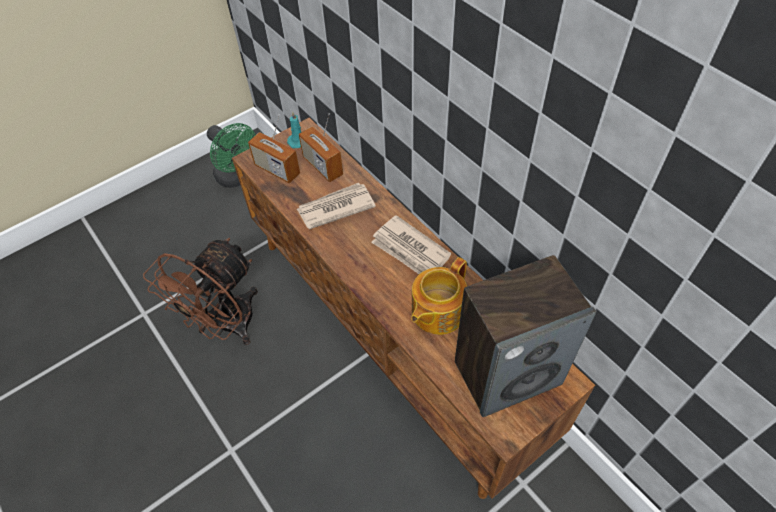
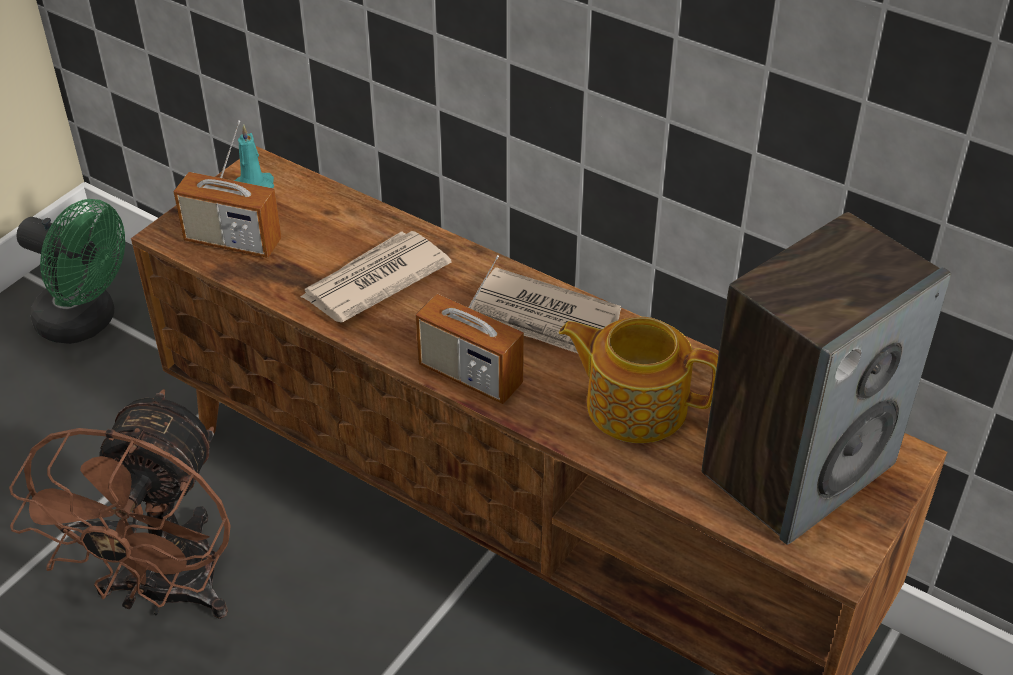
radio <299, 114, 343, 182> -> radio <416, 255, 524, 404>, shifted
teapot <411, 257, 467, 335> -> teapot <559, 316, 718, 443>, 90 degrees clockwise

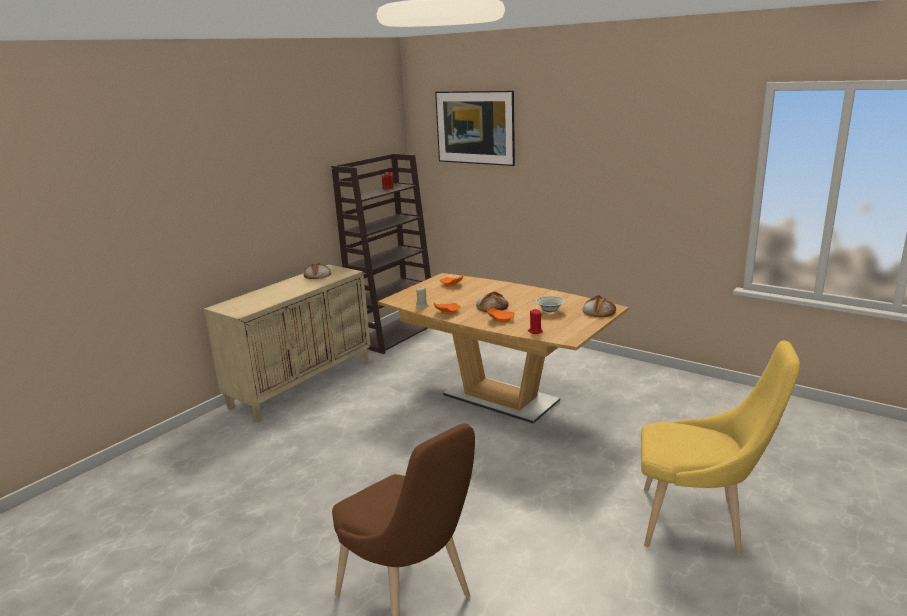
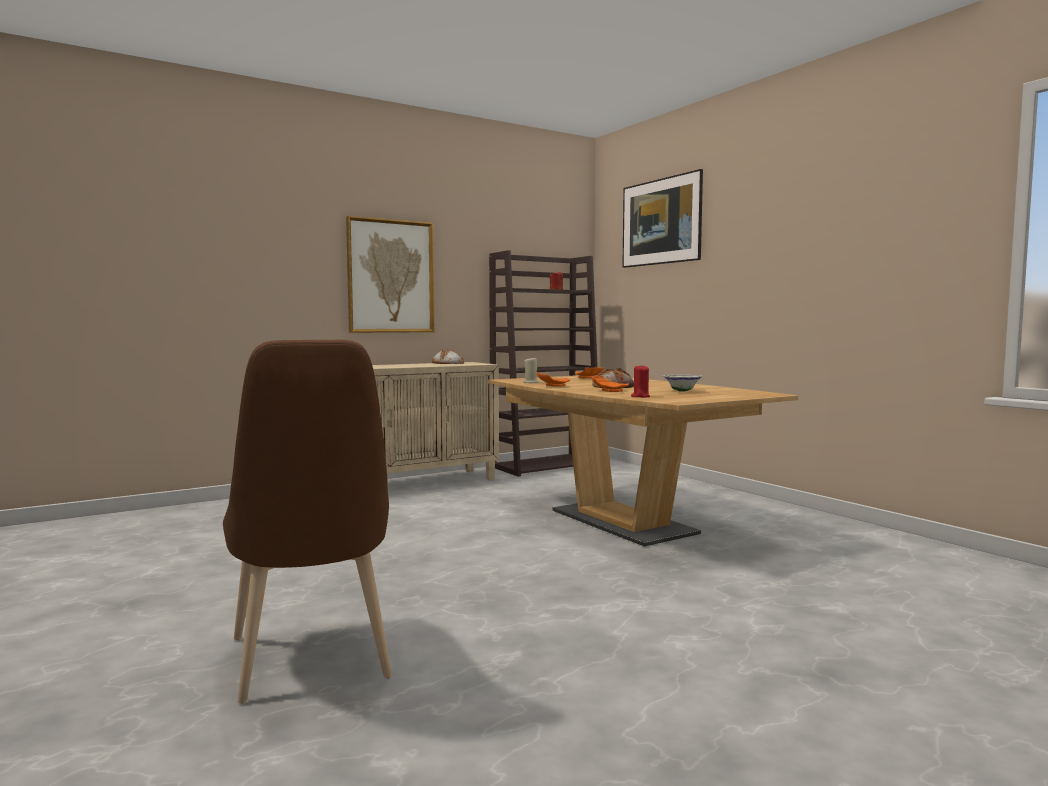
bread <582, 295, 616, 317> -> none
chair in yellow <641, 341, 800, 556> -> none
none -> picture <346, 216, 434, 333>

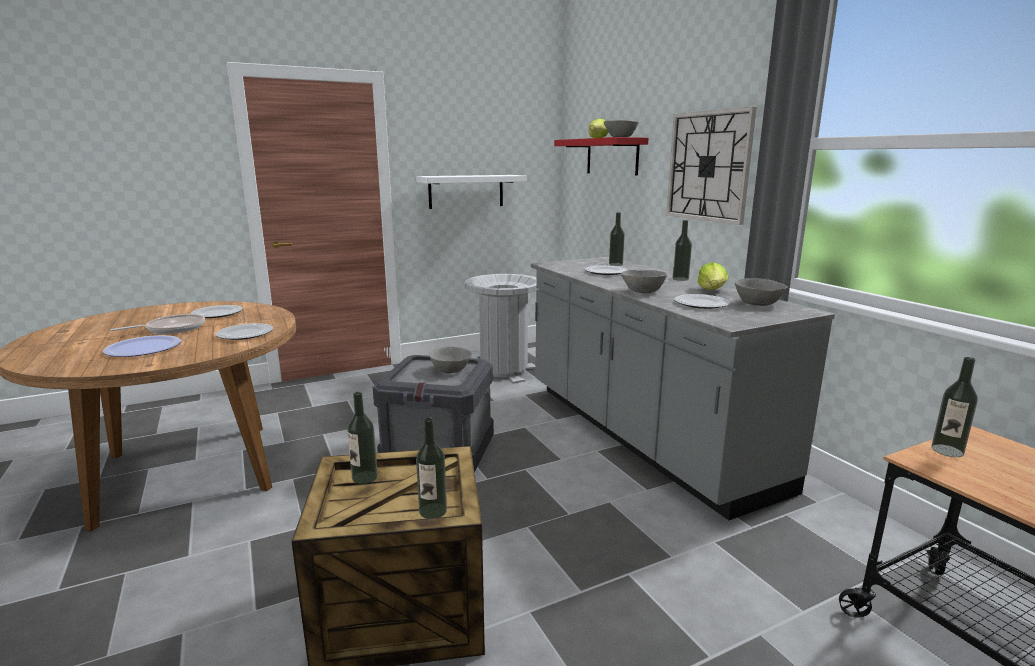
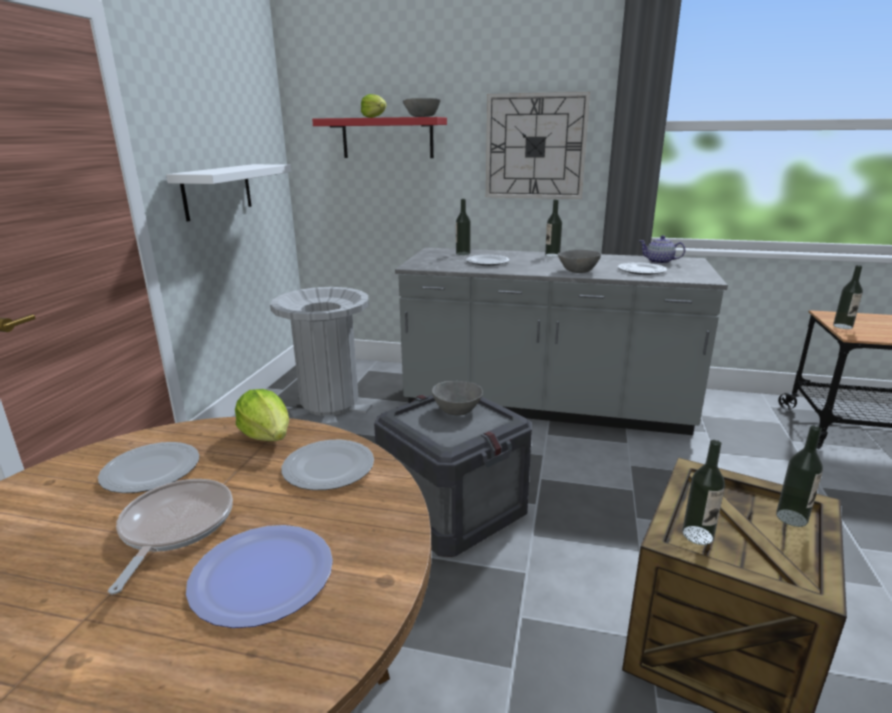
lettuce <698, 262, 728, 290> -> lettuce <235, 389, 289, 441>, shifted
bowl in grey <735, 278, 788, 306> -> teapot <639, 235, 685, 264>

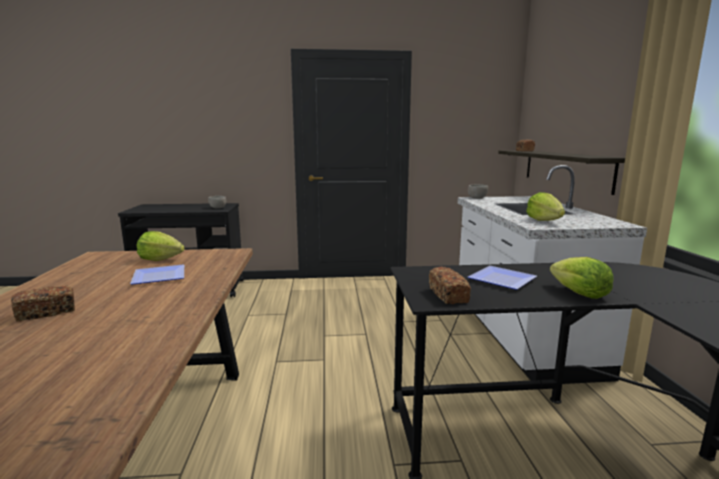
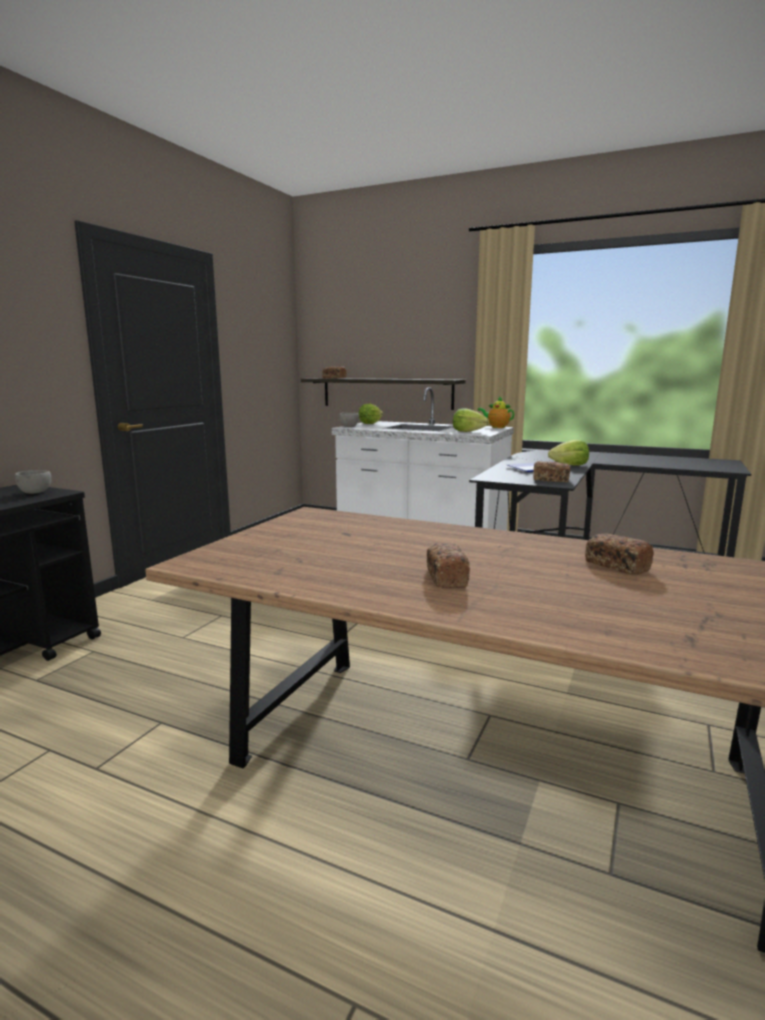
plate <130, 265, 184, 284> -> none
lettuce <137, 231, 185, 261> -> lettuce <359, 404, 383, 424>, shifted
none -> teapot <477, 396, 514, 428>
none -> bread <585, 534, 654, 575>

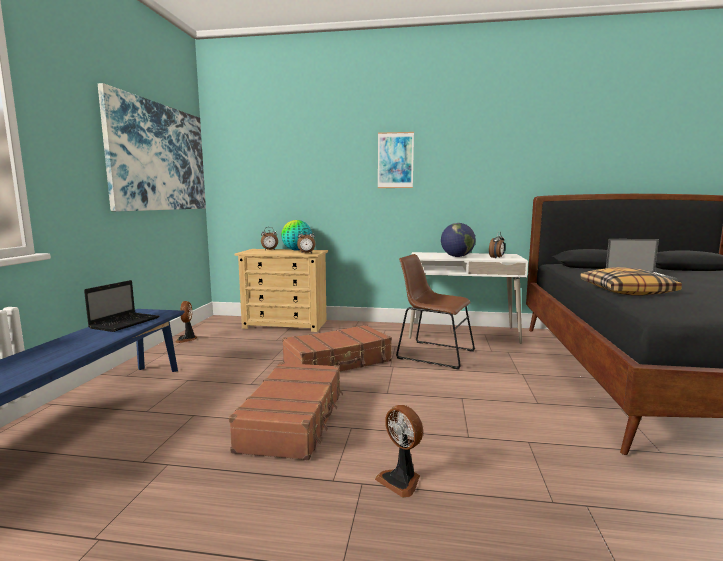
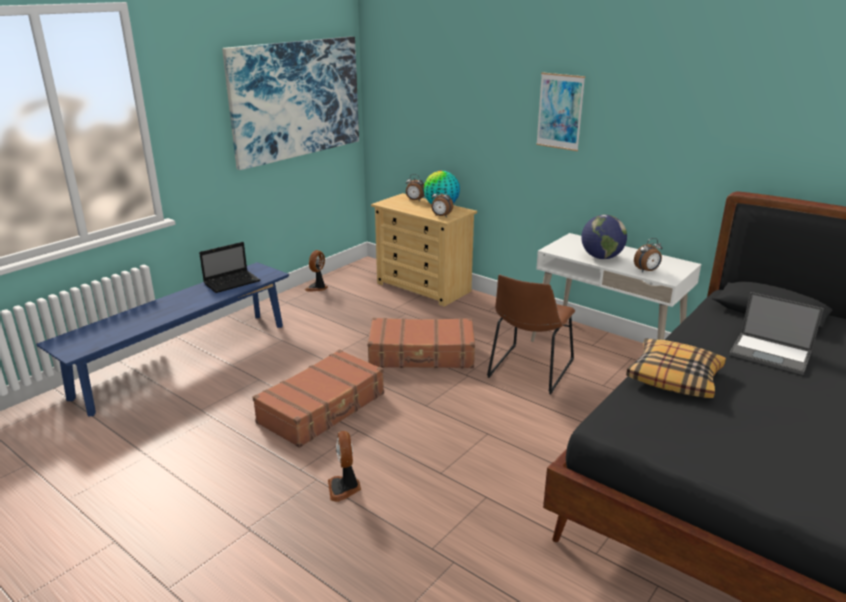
chair in brown <396, 254, 475, 370> -> chair in brown <487, 274, 575, 394>, 120 degrees counterclockwise

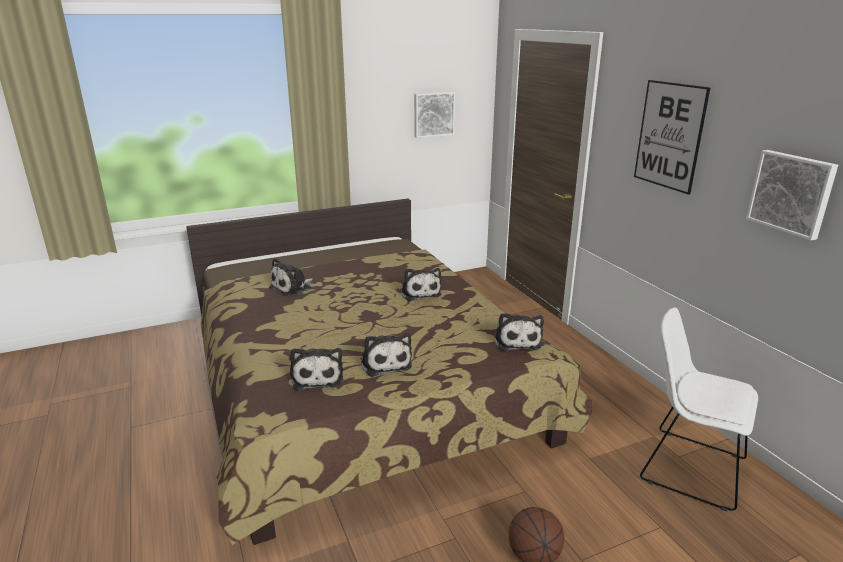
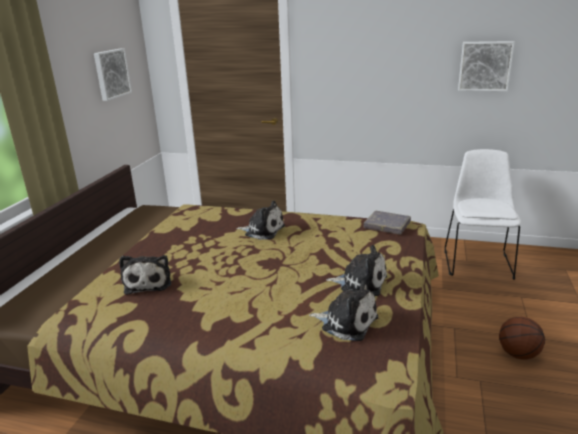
plush toy <494, 313, 544, 351> -> book in grey <363, 211, 411, 235>
picture <634, 80, 711, 195> -> none
chair in white <640, 308, 758, 511> -> chair in white <444, 149, 521, 280>, 120 degrees clockwise

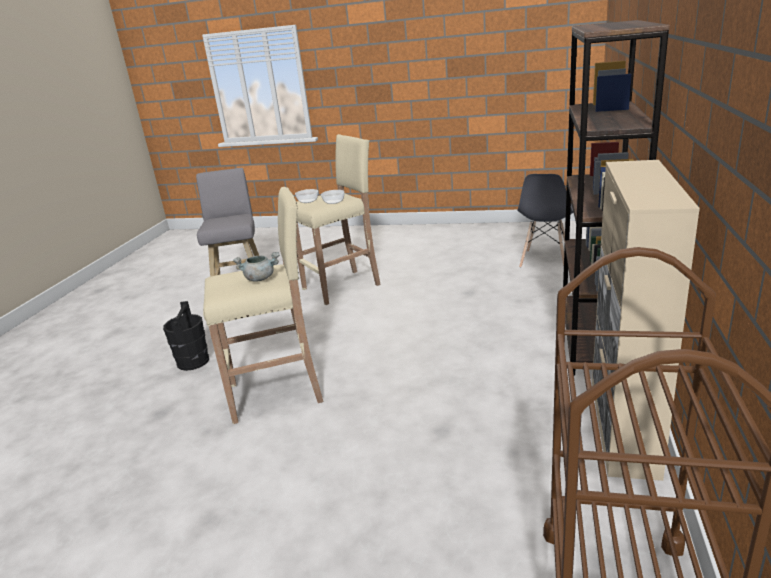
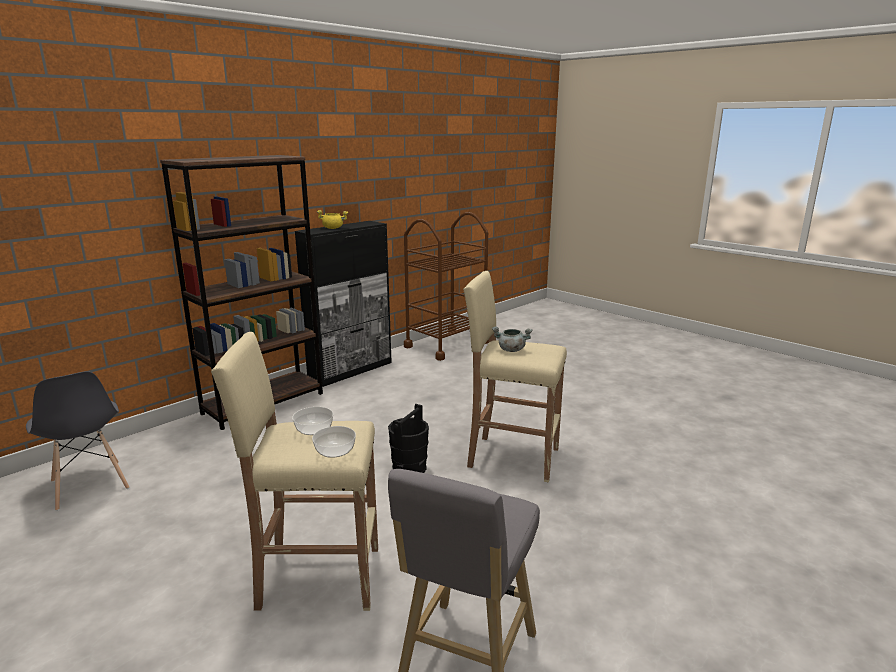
bucket in black <163, 301, 209, 371> -> bucket in black <388, 404, 429, 473>, shifted
chair in grey <517, 174, 574, 268> -> chair in grey <26, 371, 129, 511>, 90 degrees clockwise
cabinet in beige <592, 160, 700, 481> -> cabinet in black <295, 221, 392, 387>
none -> cooking pot in yellow <317, 210, 348, 229>

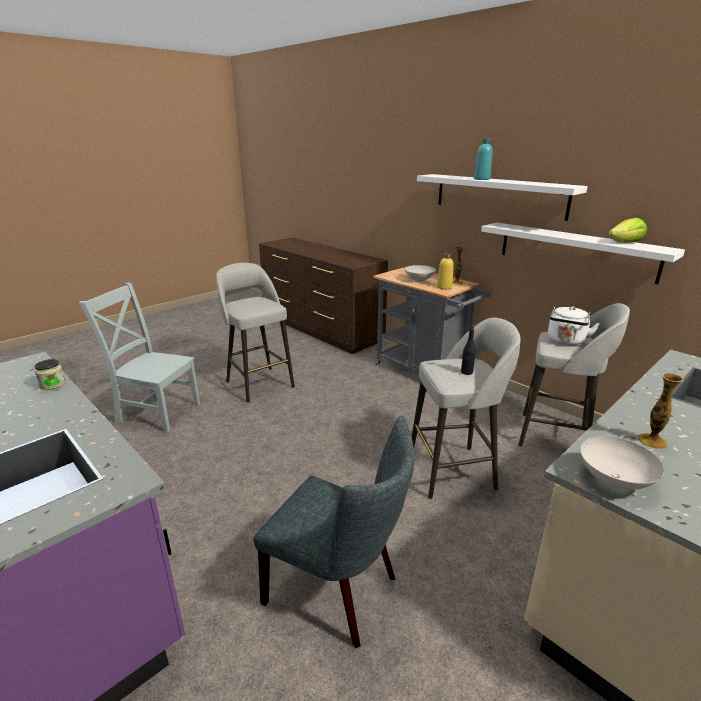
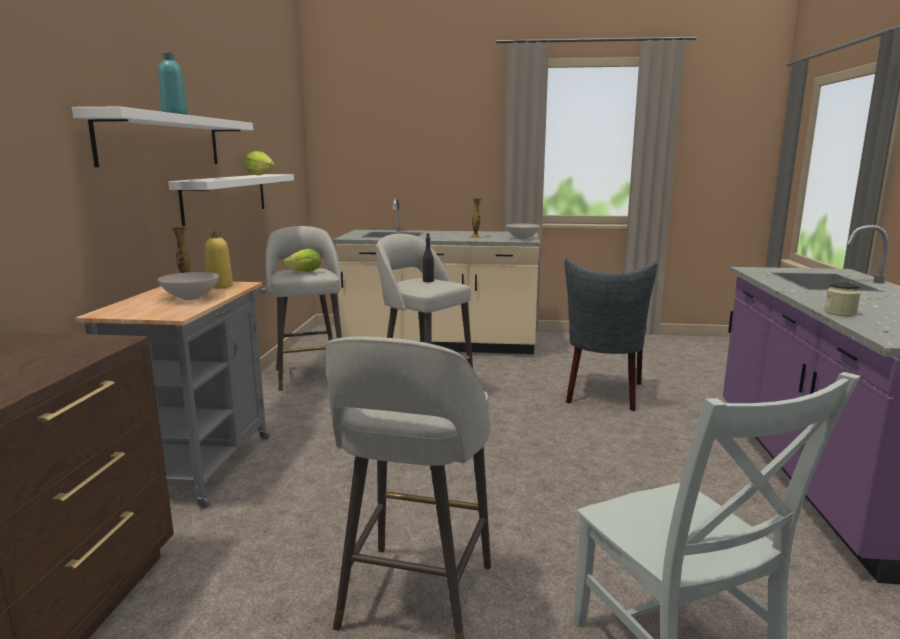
chair in grey <253, 416, 414, 648> -> chair in grey <564, 258, 657, 411>, 150 degrees counterclockwise
kettle in white <548, 306, 600, 345> -> lettuce <283, 249, 321, 272>

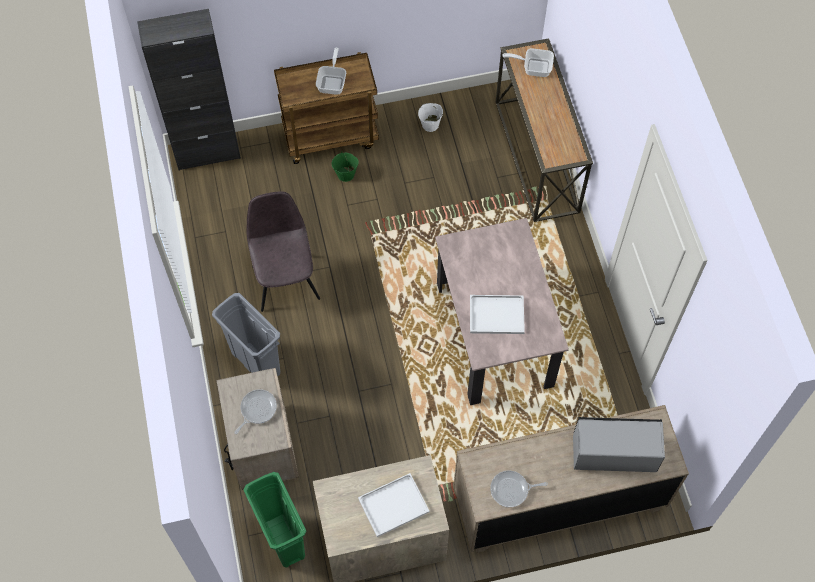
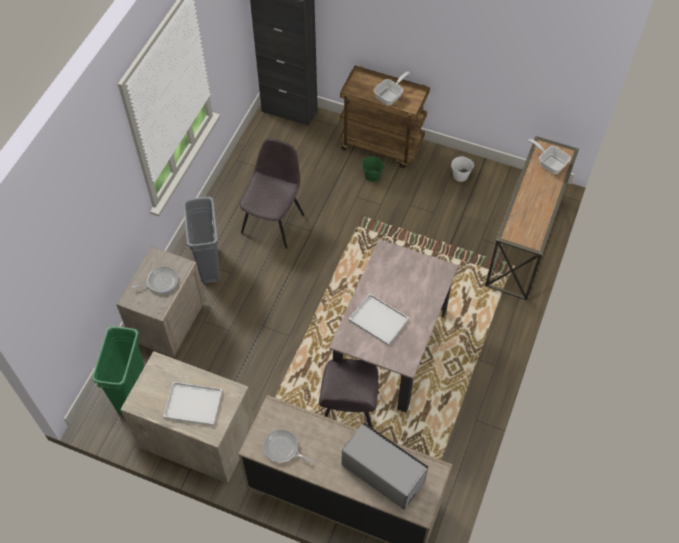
none -> chair in grey <319, 359, 379, 428>

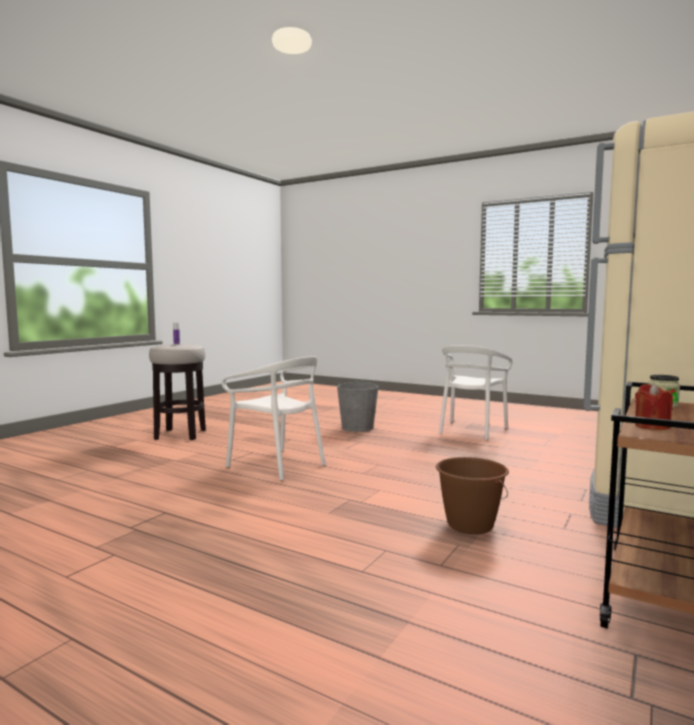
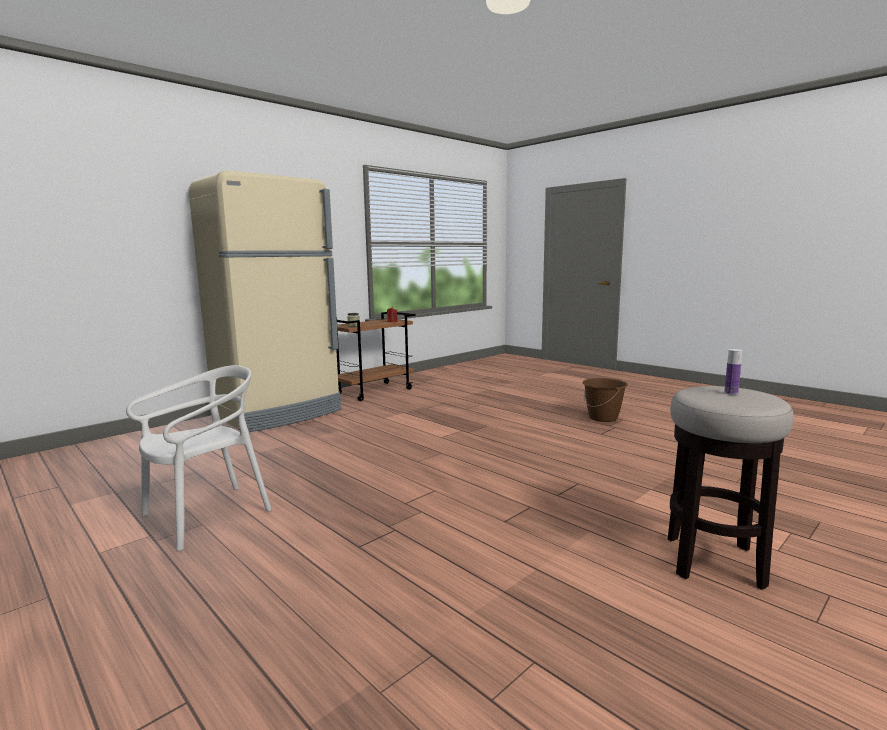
chair in white <221, 356, 326, 480> -> none
bucket in grey <337, 382, 378, 432> -> none
bucket in brown <436, 457, 509, 534> -> bucket in brown <583, 378, 628, 422>, shifted

